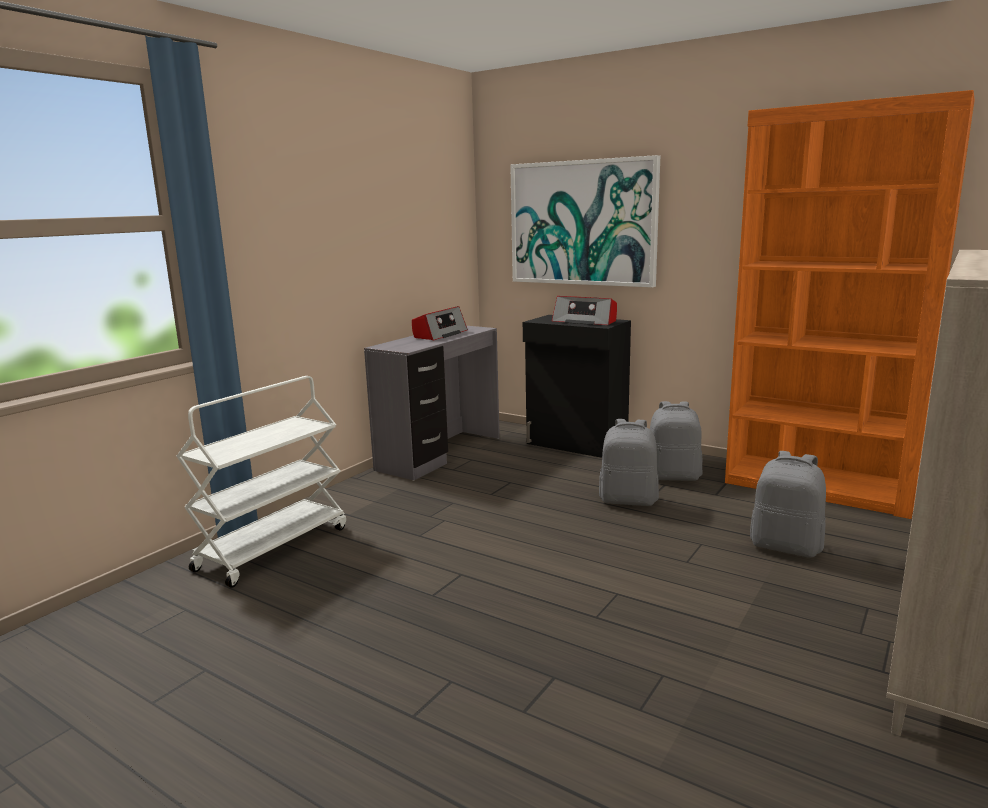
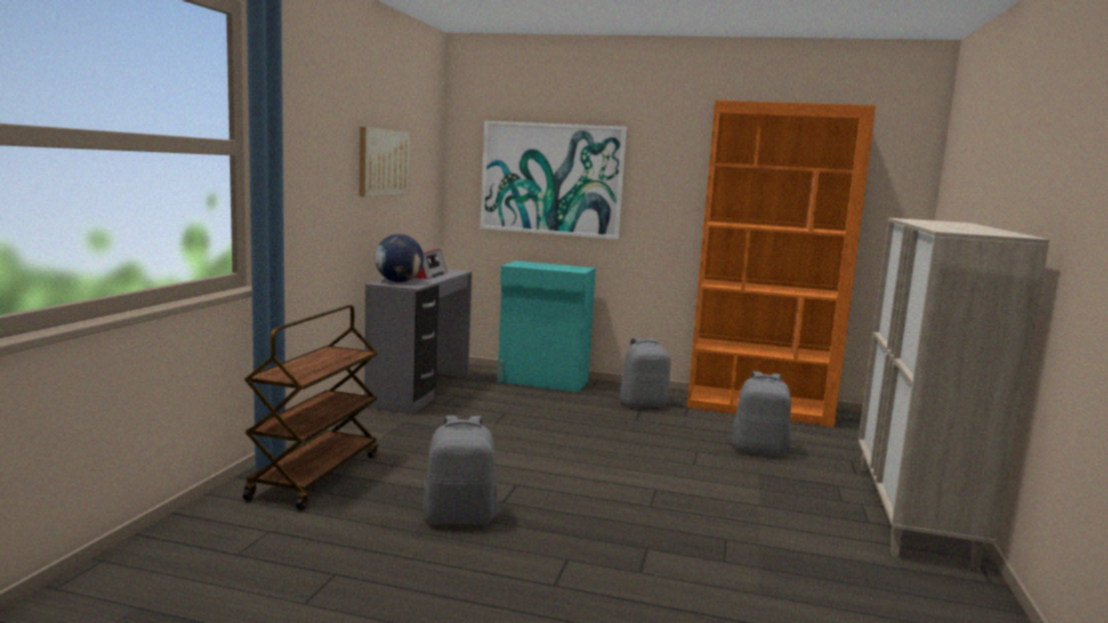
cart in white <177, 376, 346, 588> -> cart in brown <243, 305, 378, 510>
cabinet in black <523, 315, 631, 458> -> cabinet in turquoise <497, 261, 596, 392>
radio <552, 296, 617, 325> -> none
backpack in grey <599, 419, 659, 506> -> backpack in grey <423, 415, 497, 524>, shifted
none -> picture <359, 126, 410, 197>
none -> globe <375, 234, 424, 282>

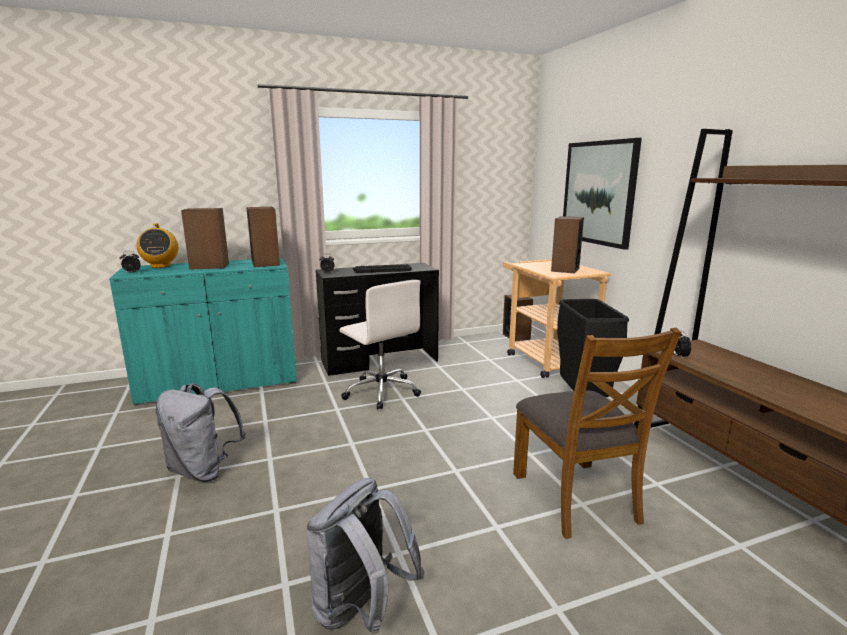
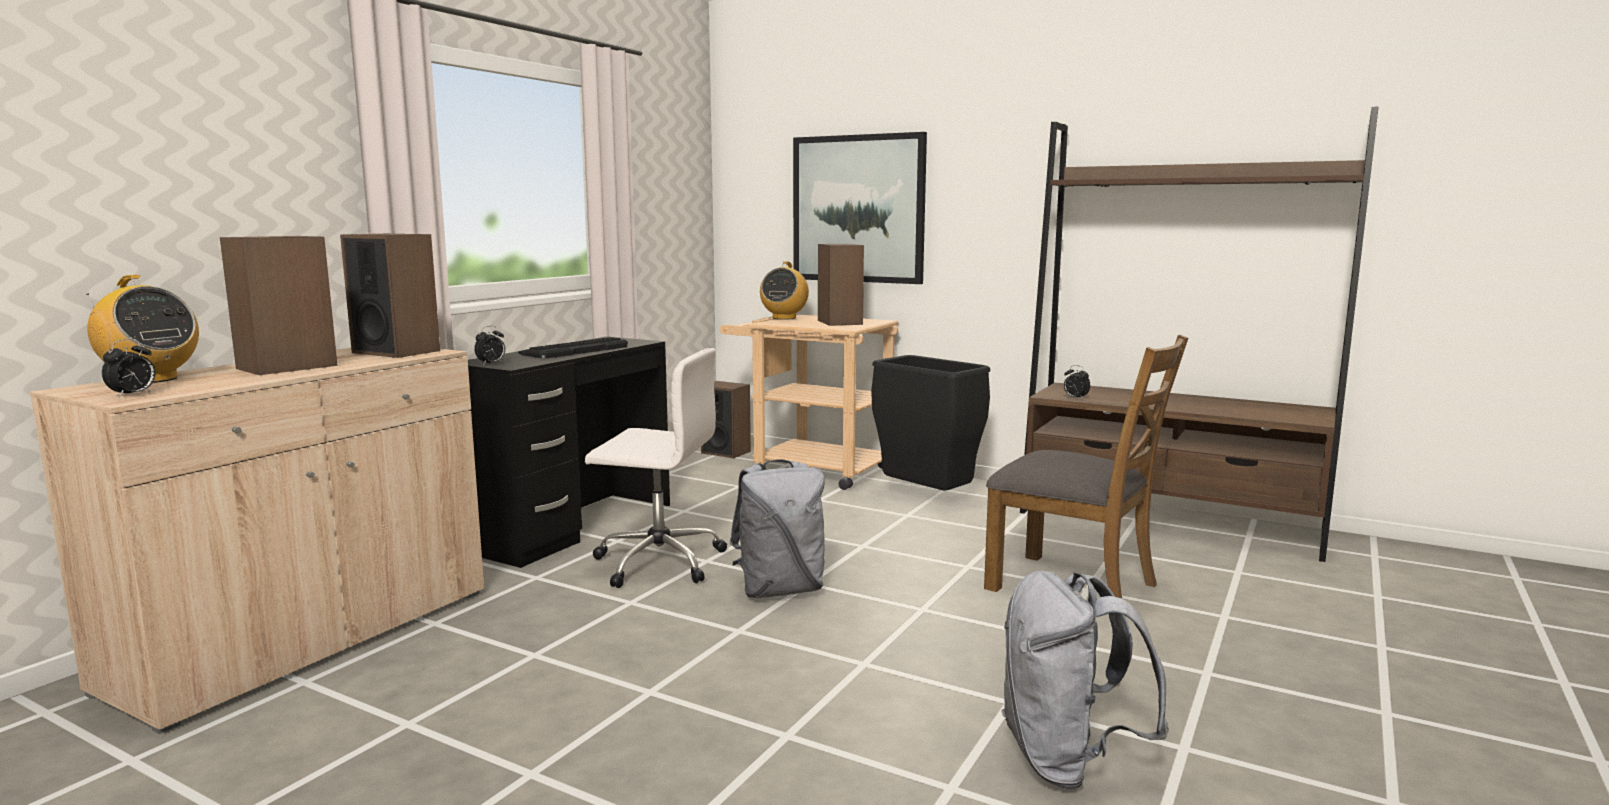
cabinet in turquoise <109, 258, 297, 406> -> cabinet in beige <30, 348, 484, 734>
backpack in grey <156, 383, 246, 482> -> backpack in grey <729, 459, 825, 598>, shifted
none -> radio <760, 261, 809, 320>

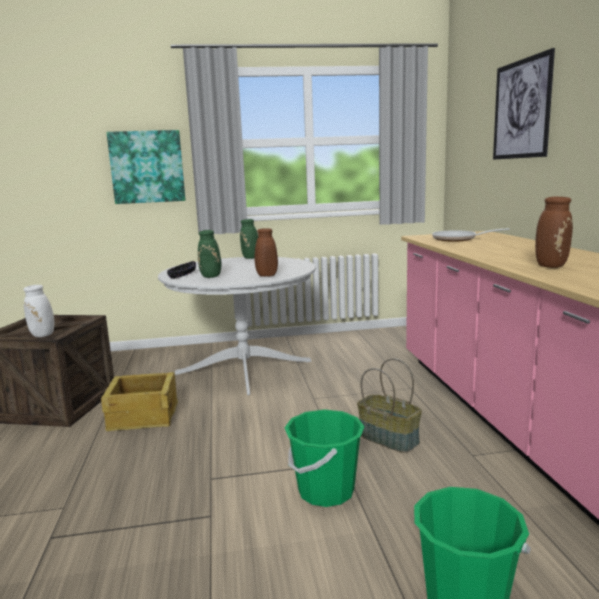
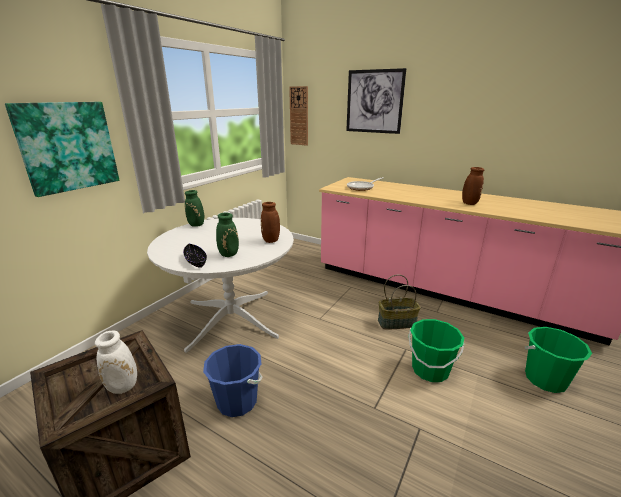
crate <101, 372, 178, 431> -> bucket in blue <203, 344, 263, 417>
none -> wall clock <289, 86, 308, 146>

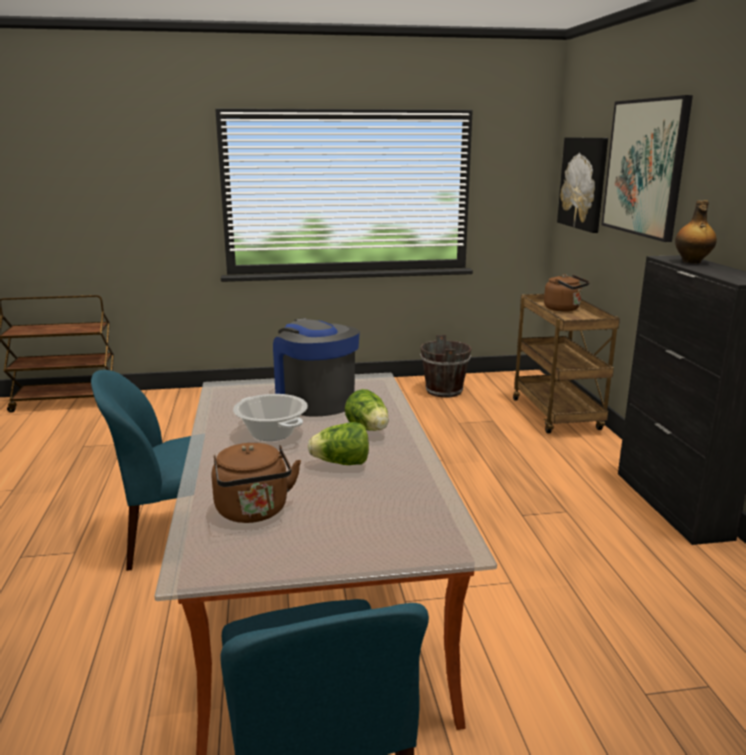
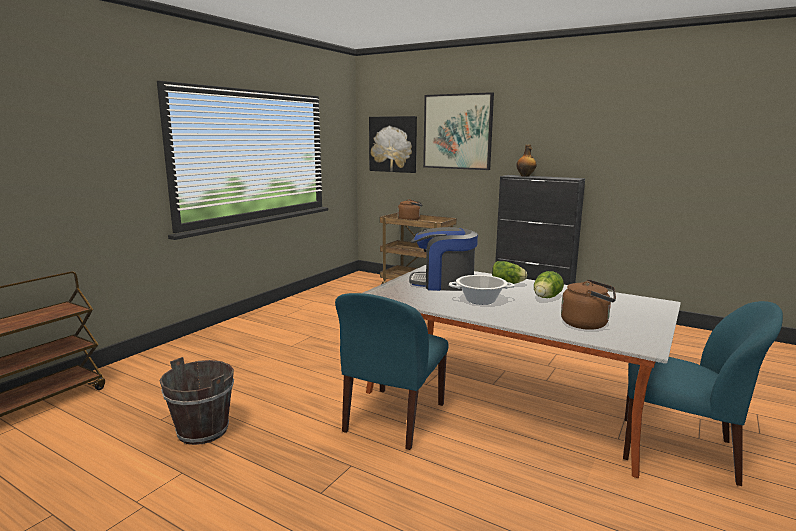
bucket in brown <420, 335, 472, 398> -> bucket in brown <159, 357, 234, 445>, shifted

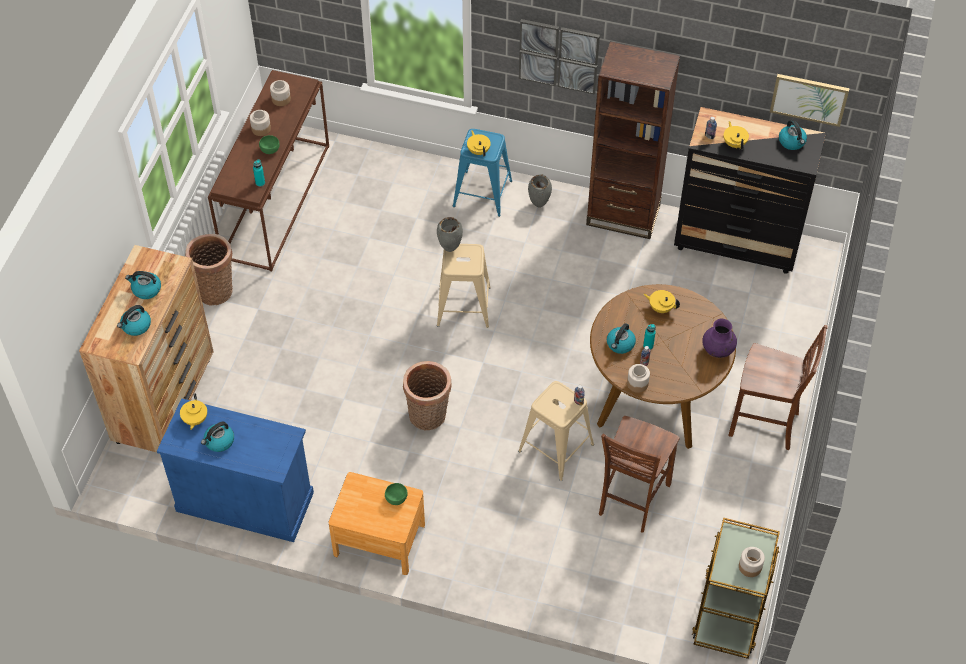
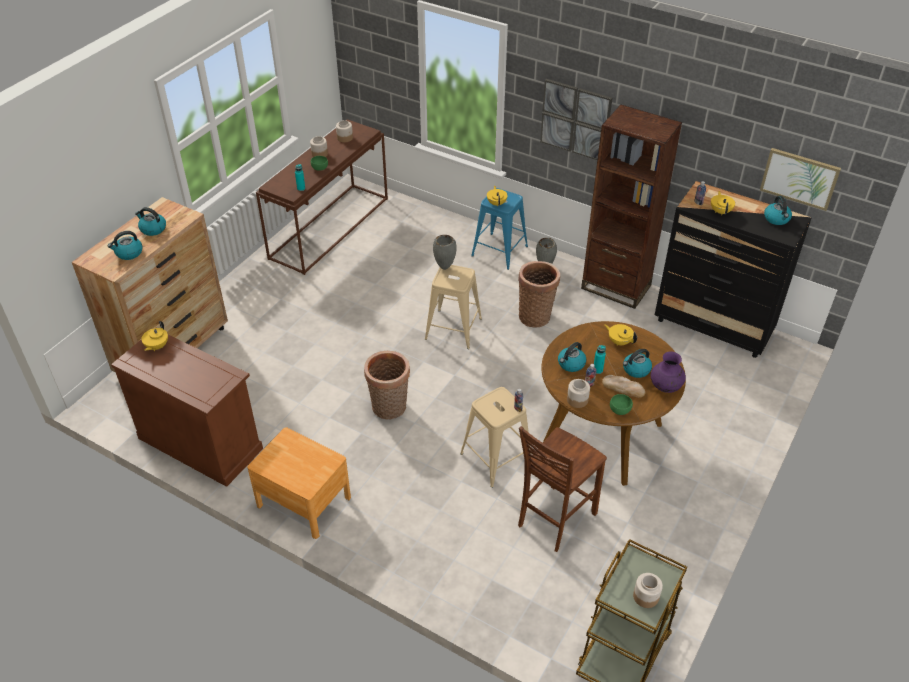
cabinet in blue <157, 398, 314, 542> -> cabinet in brown <111, 335, 263, 487>
basket <185, 234, 233, 305> -> basket <518, 261, 560, 328>, shifted
kettle <201, 422, 234, 452> -> kettle <623, 349, 652, 378>, shifted
bowl in green <385, 483, 408, 505> -> bowl in green <610, 394, 633, 415>, shifted
chair in brown <728, 325, 828, 450> -> none
none -> bread <602, 375, 646, 398>

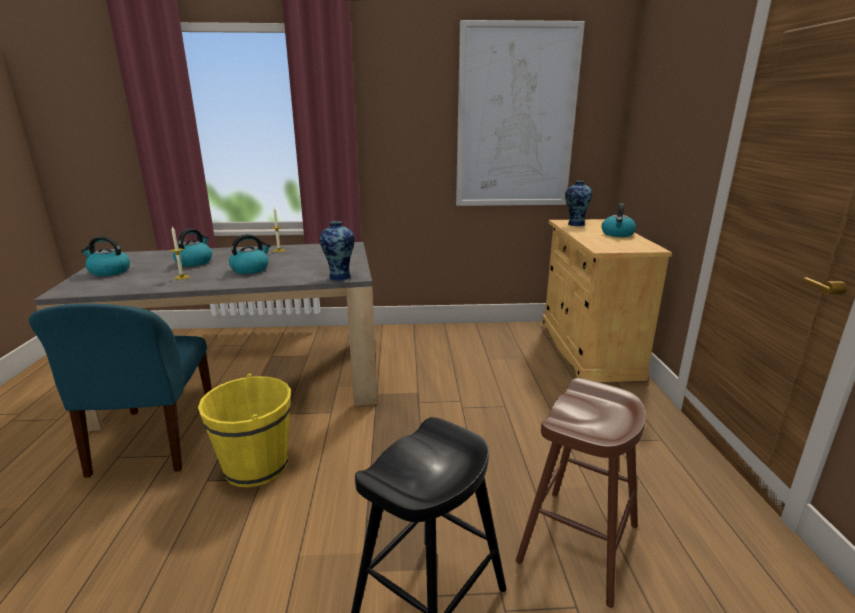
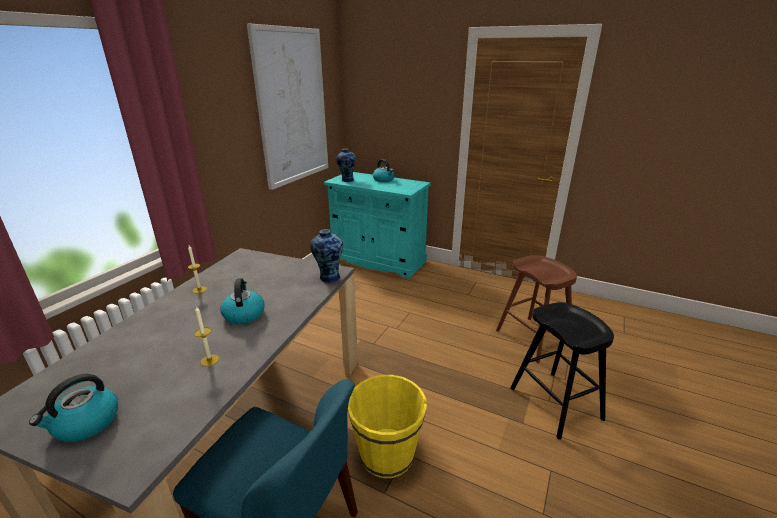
kettle <173, 229, 212, 266> -> none
cabinet in beige <542, 219, 672, 382> -> cabinet in turquoise <324, 172, 431, 279>

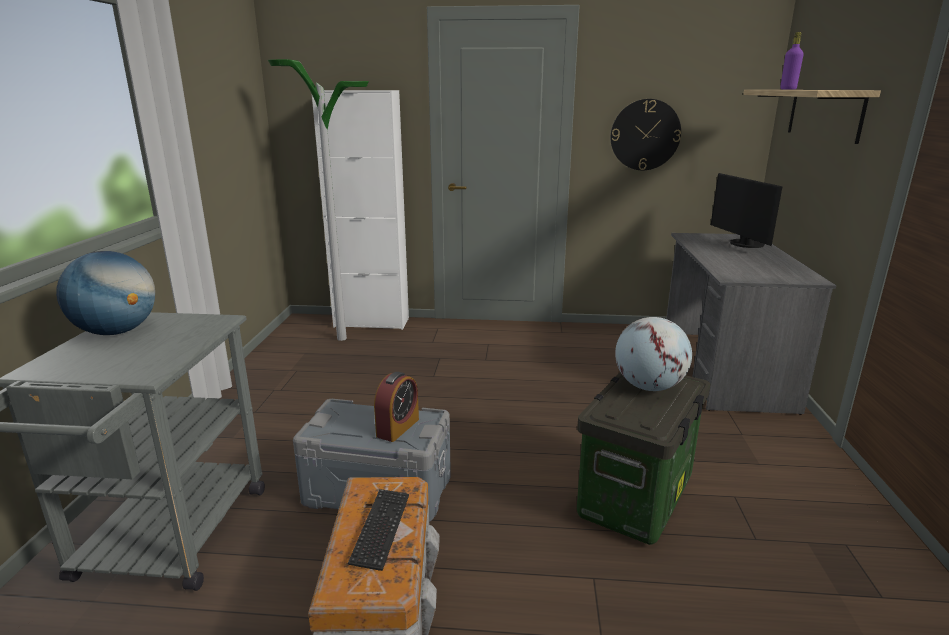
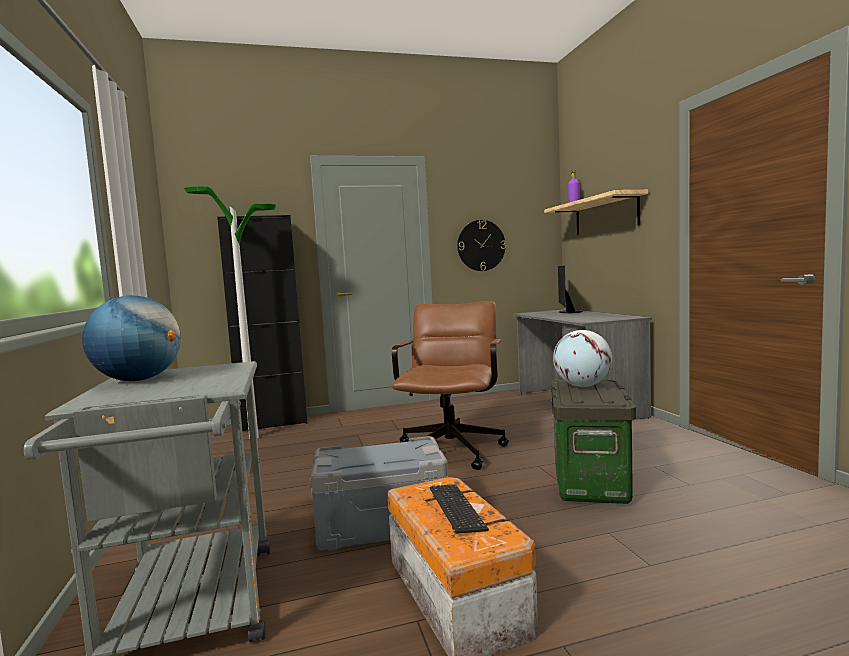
cabinet in white <312, 90, 409, 330> -> cabinet in black <217, 215, 308, 431>
alarm clock <374, 372, 419, 442> -> none
monitor <711, 173, 783, 248> -> monitor <558, 265, 584, 313>, 45 degrees clockwise
none -> office chair in brown <392, 301, 509, 470>

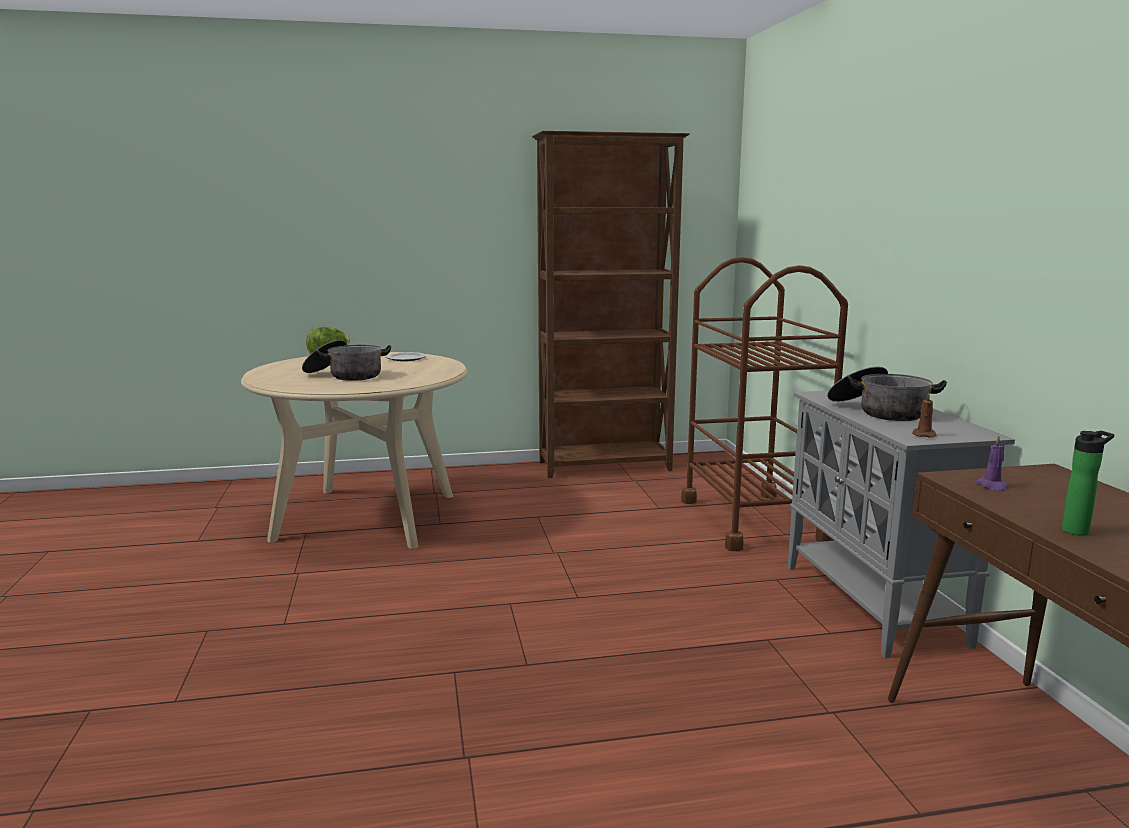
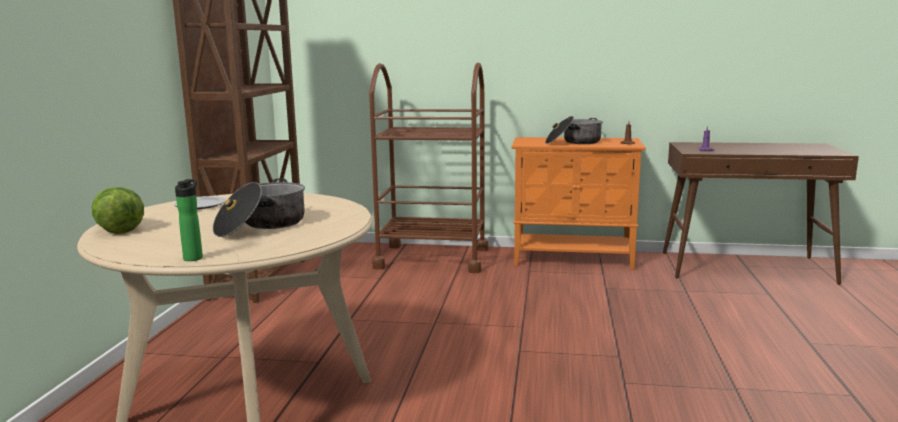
cabinet in grey <788, 390, 1015, 658> -> cabinet in orange <512, 137, 646, 270>
bottle <1062, 431, 1114, 536> -> bottle <175, 179, 203, 261>, shifted

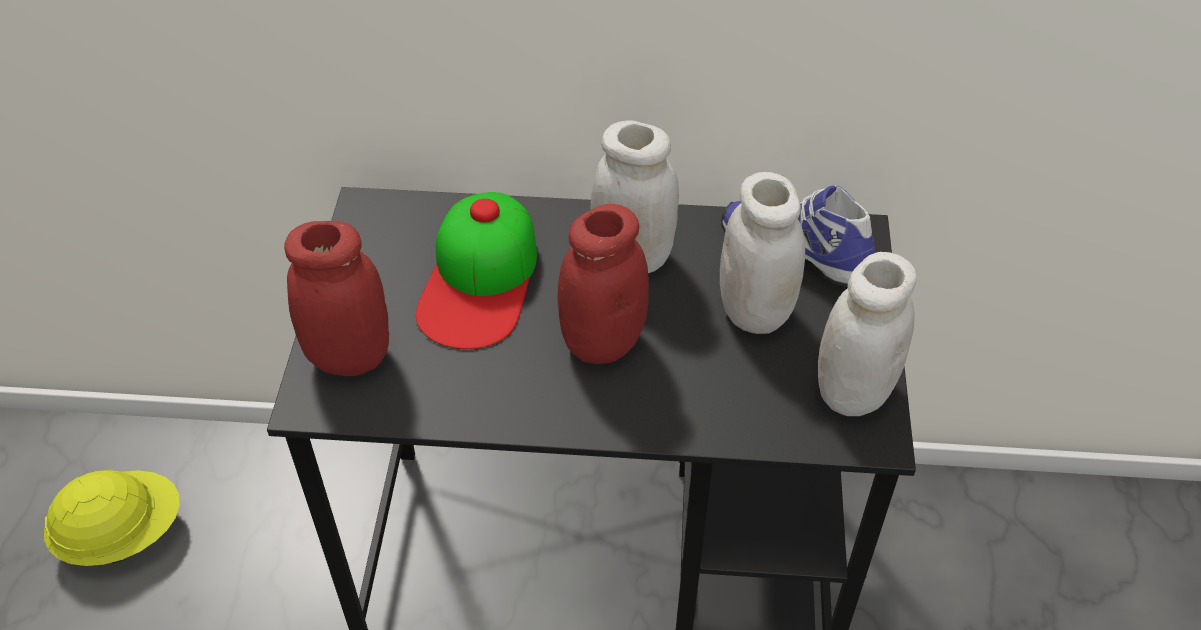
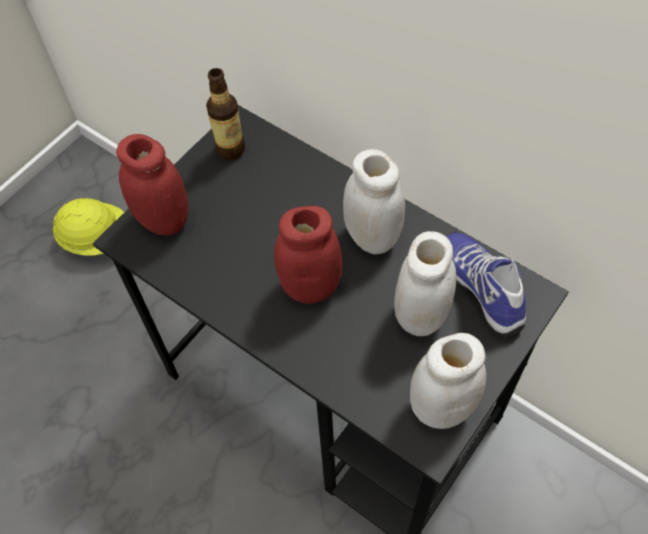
cap <416, 192, 537, 349> -> none
none -> bottle <206, 68, 245, 160>

